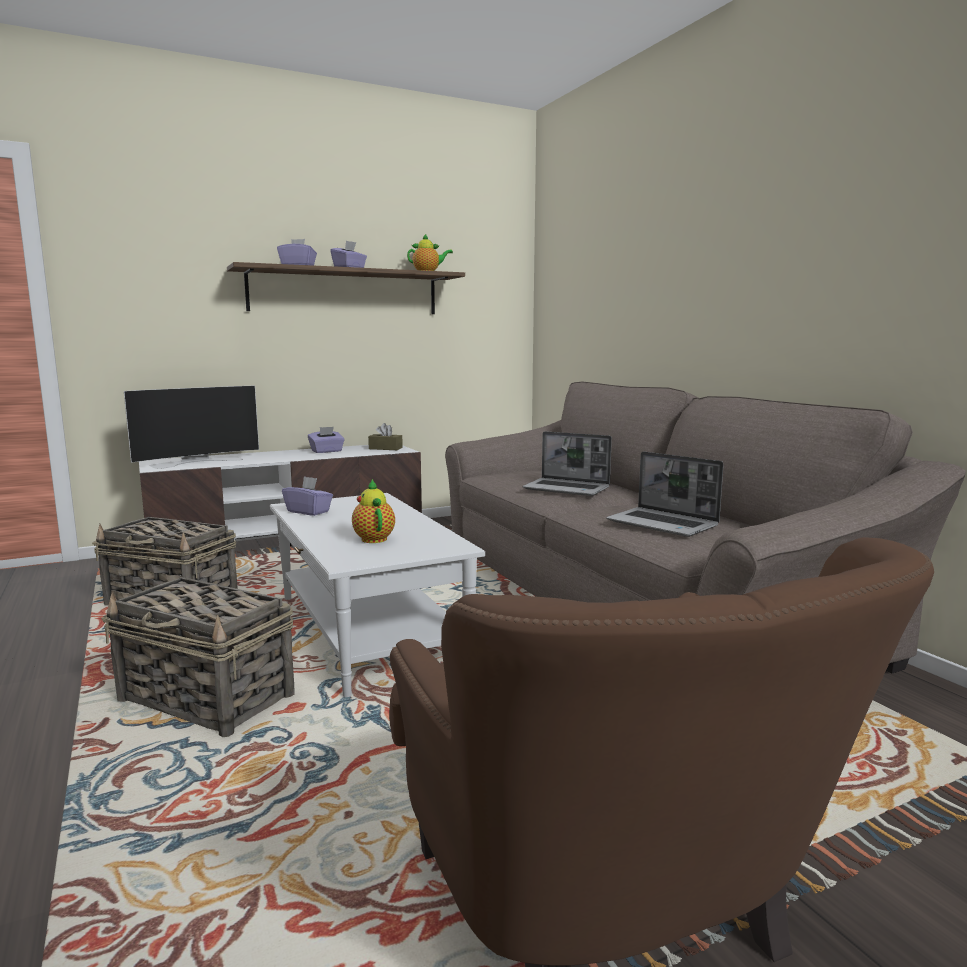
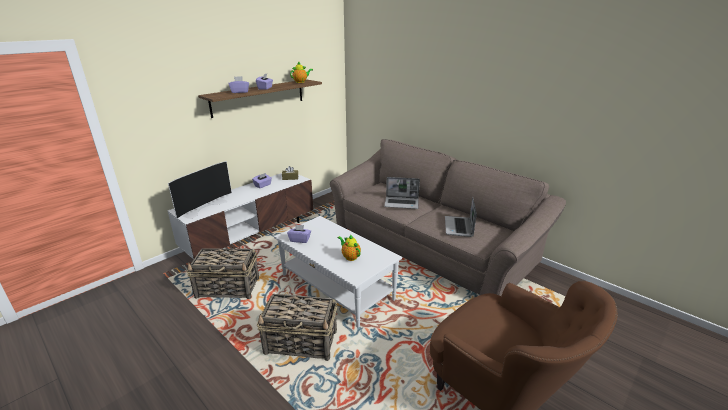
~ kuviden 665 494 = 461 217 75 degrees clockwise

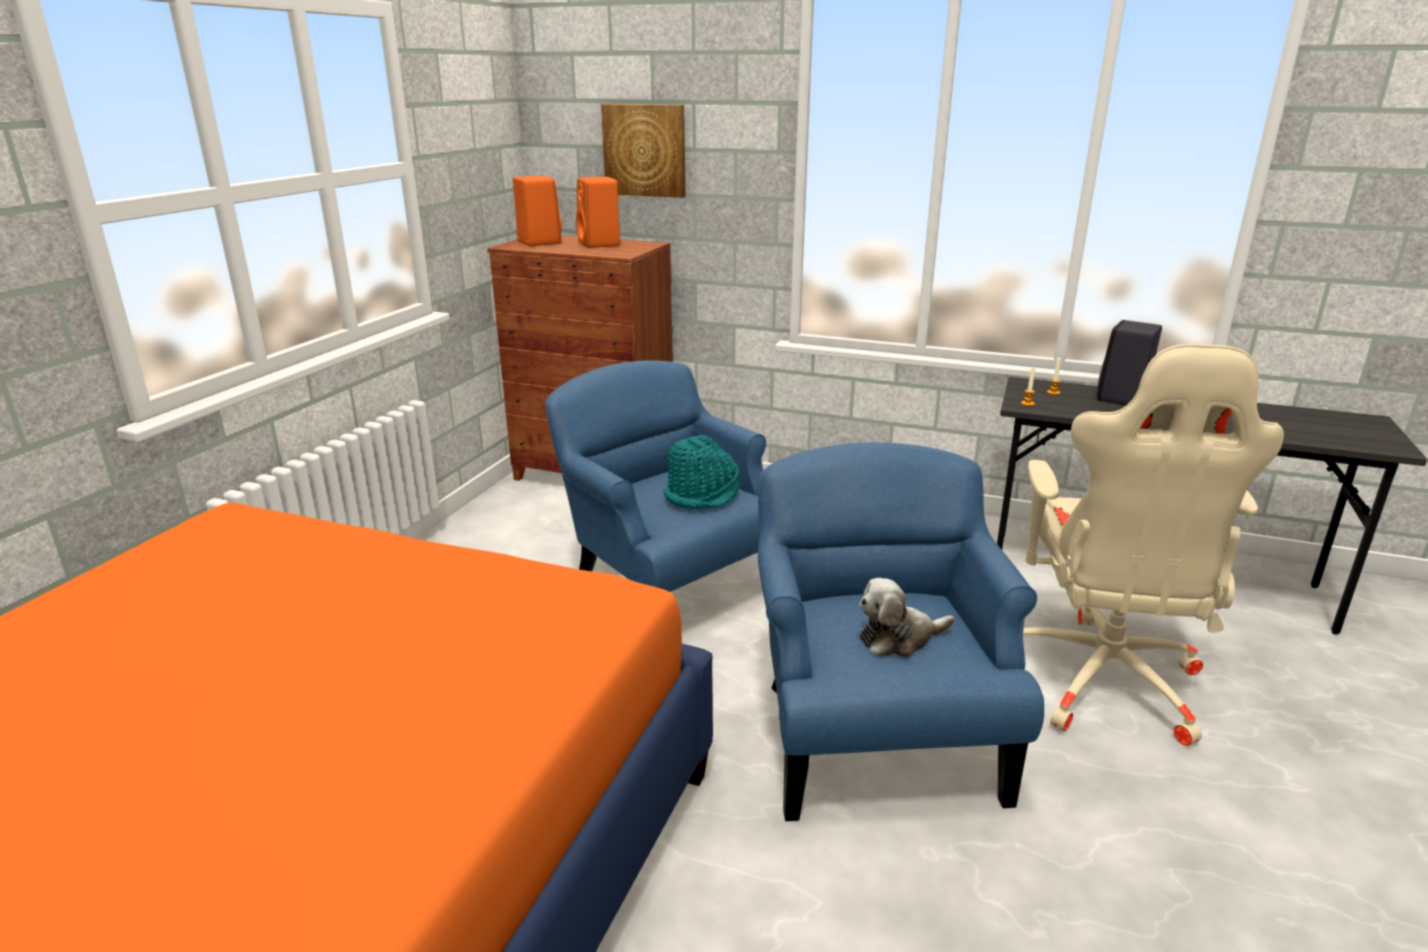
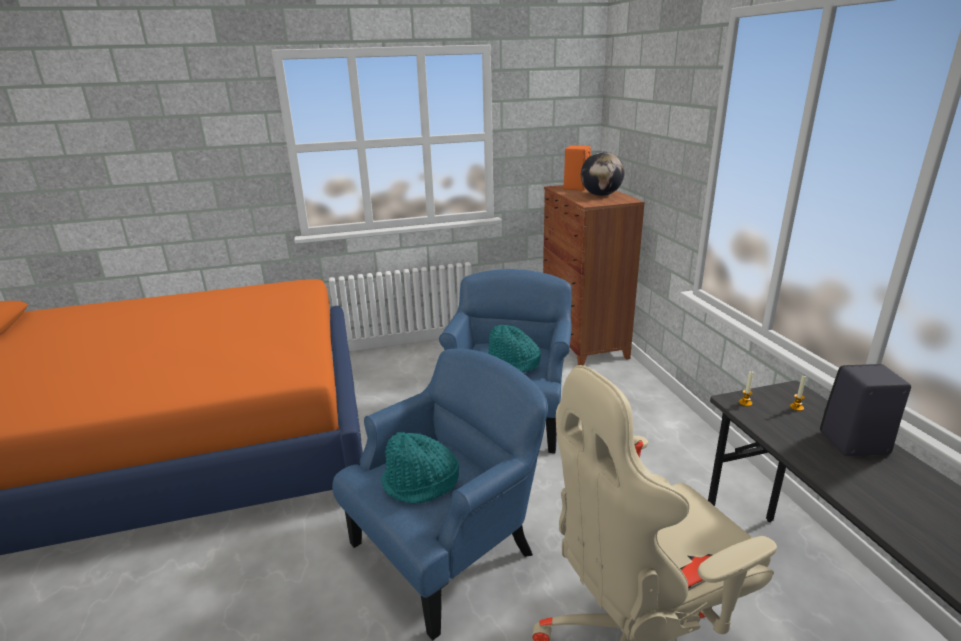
- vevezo 643 151
~ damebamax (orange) 598 212 to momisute 602 174
~ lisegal 906 617 to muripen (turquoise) 420 468

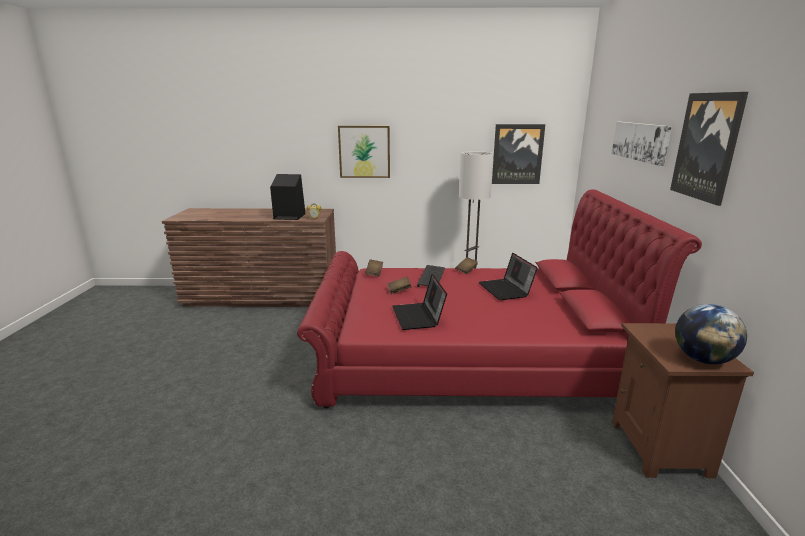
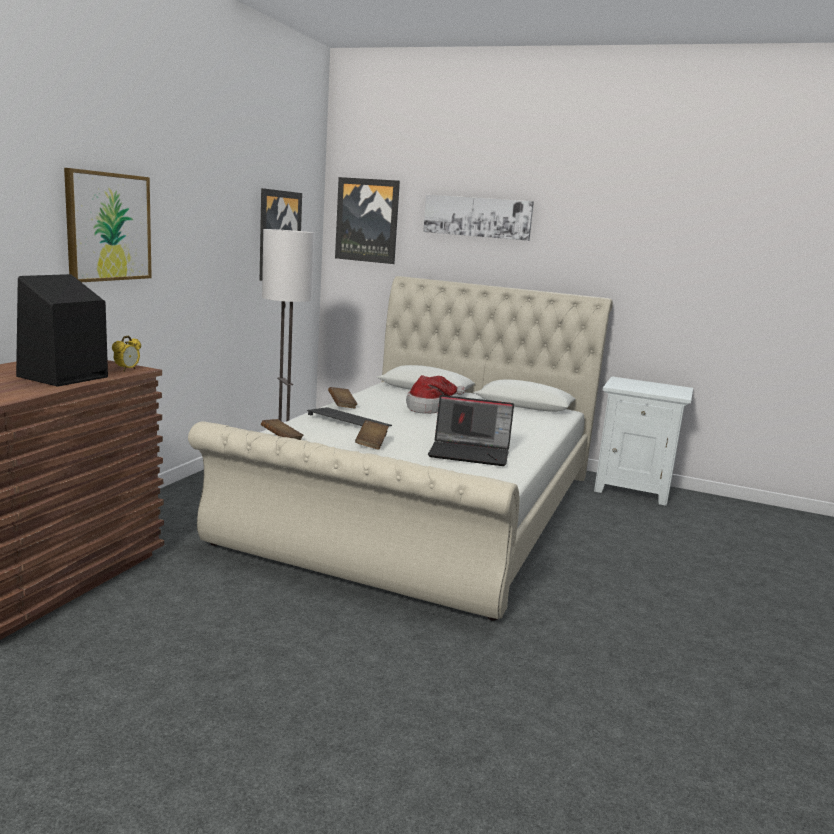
~ vevezo 709 149 to 367 220
~ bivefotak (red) 499 298 to bivefotak (beige) 400 448
~ kuviden 508 276 to muripen 435 394
- momisute 711 334
~ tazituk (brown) 683 400 to tazituk (white) 643 441

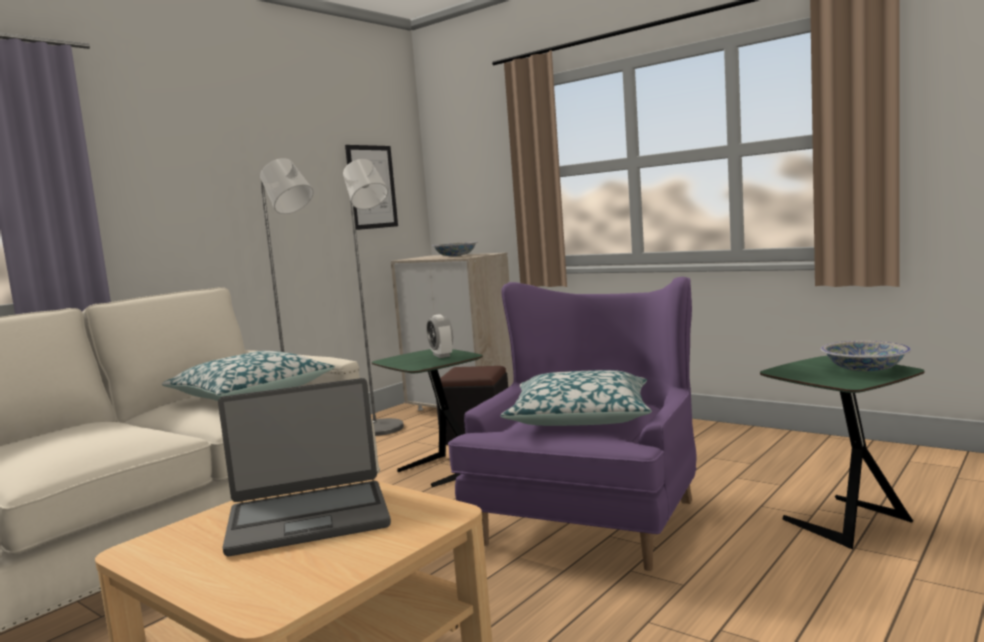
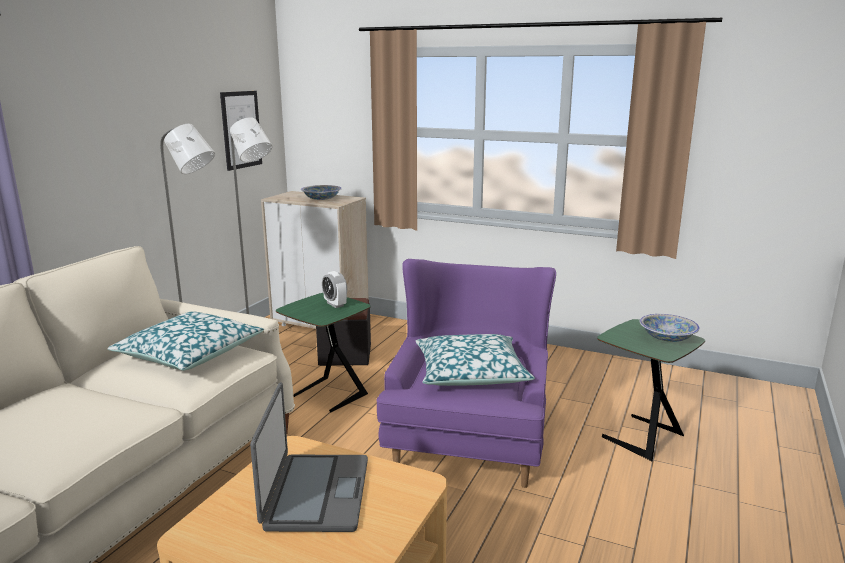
~ kuviden 304 467 = 309 457 60 degrees counterclockwise

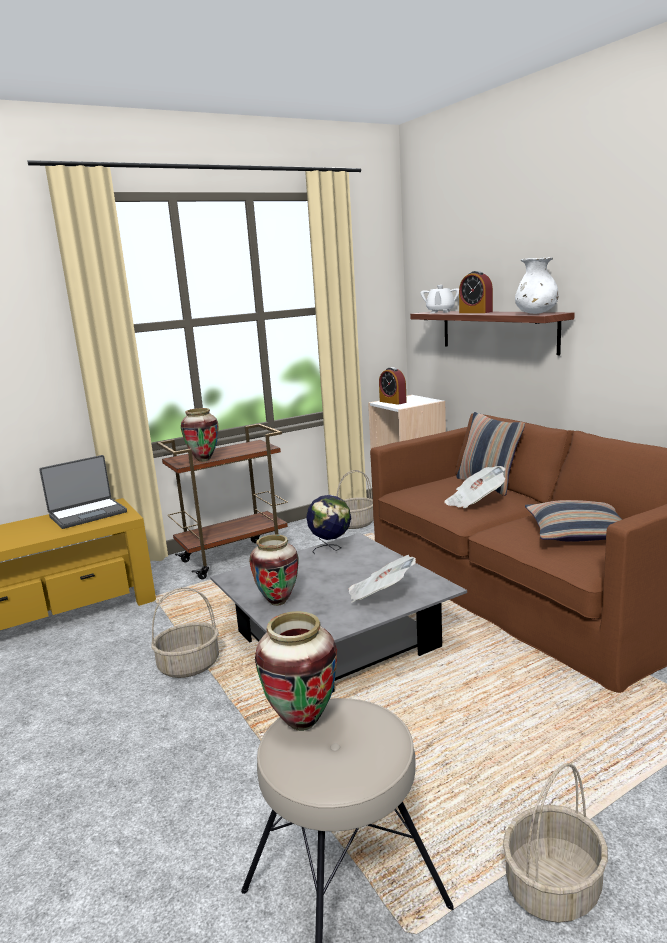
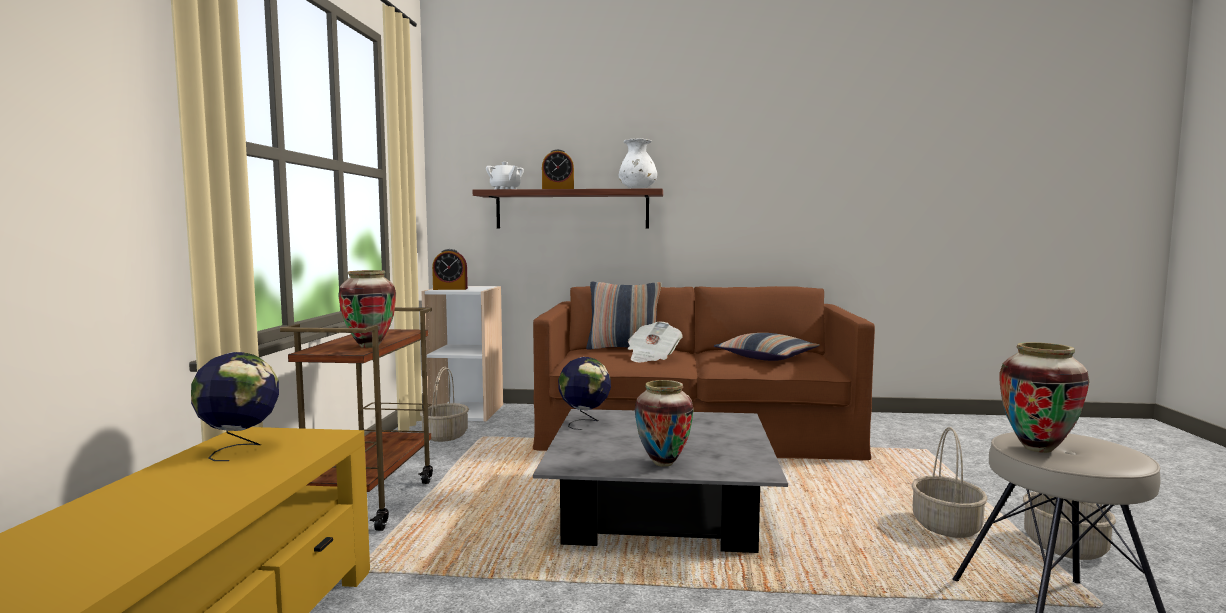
~ kuviden 83 492 to momisute 235 406
- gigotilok 382 579
~ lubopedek 185 633 to 949 482

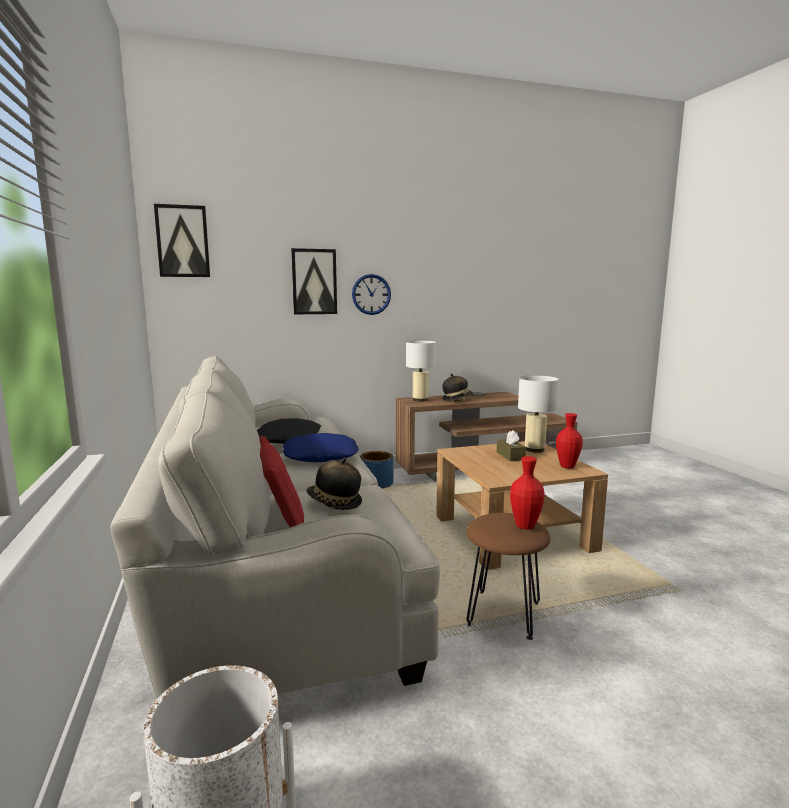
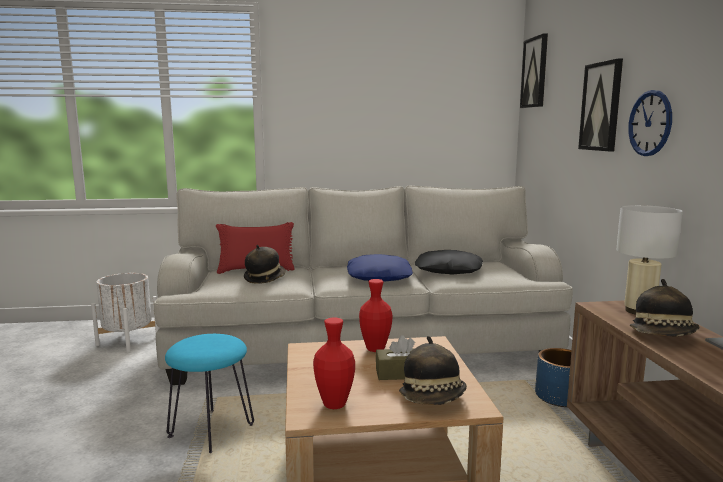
~ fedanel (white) 538 414 to muripen 433 370
~ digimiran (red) 527 493 to 375 315
~ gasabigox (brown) 508 576 to gasabigox (turquoise) 209 393

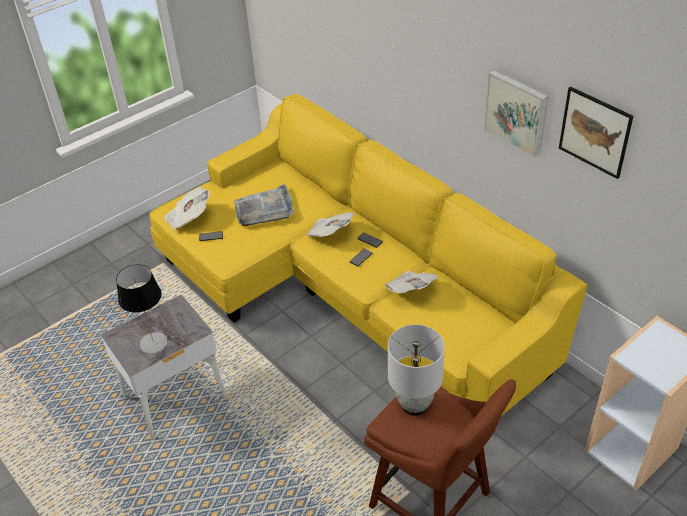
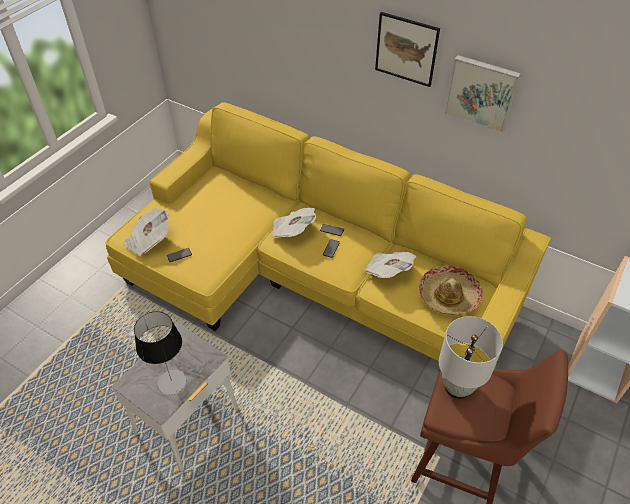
~ vevezo 596 133 to 407 49
- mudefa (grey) 264 205
+ muripen 451 290

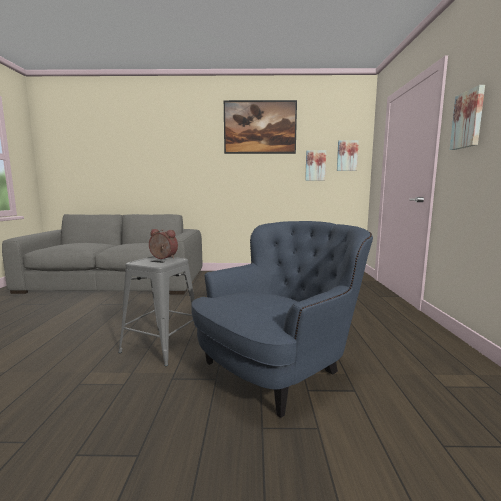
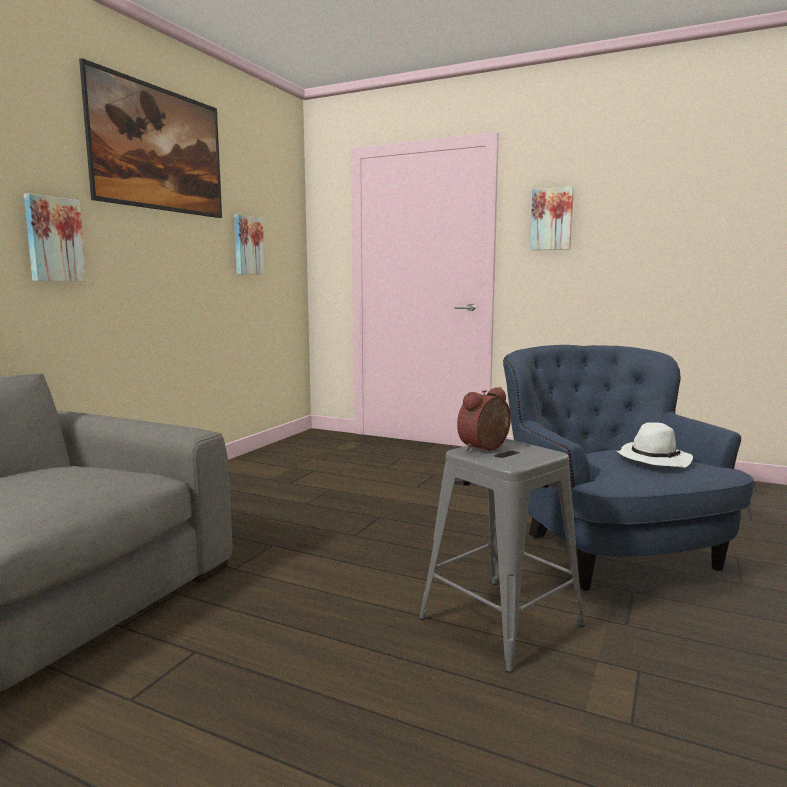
~ vevezo 348 155 to 55 237
+ muripen (white) 654 445

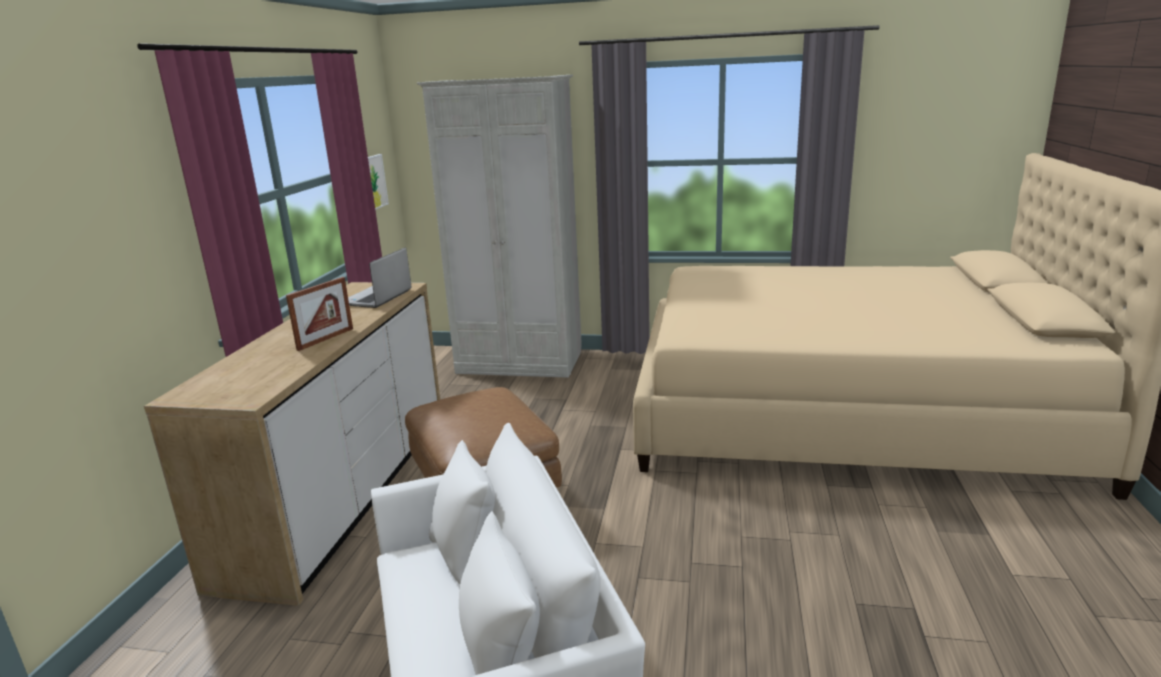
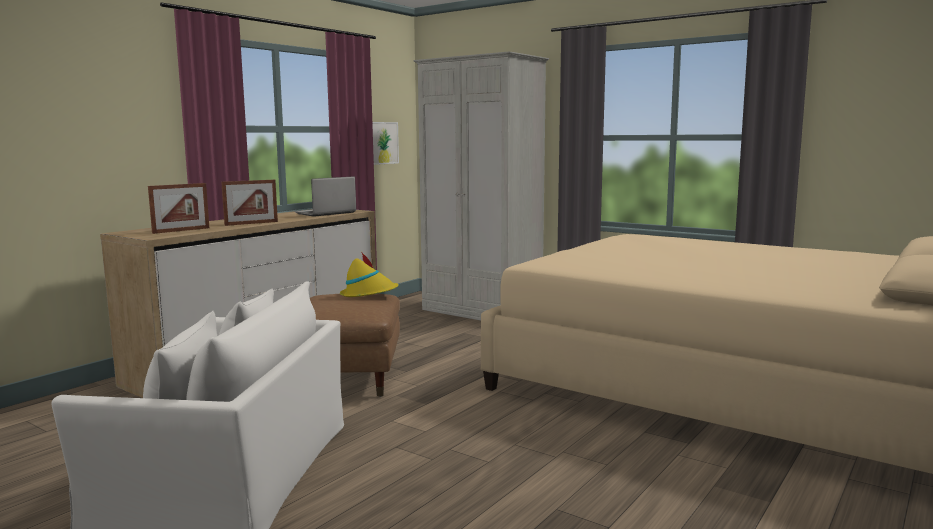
+ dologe 178 208
+ muripen (yellow) 369 275

